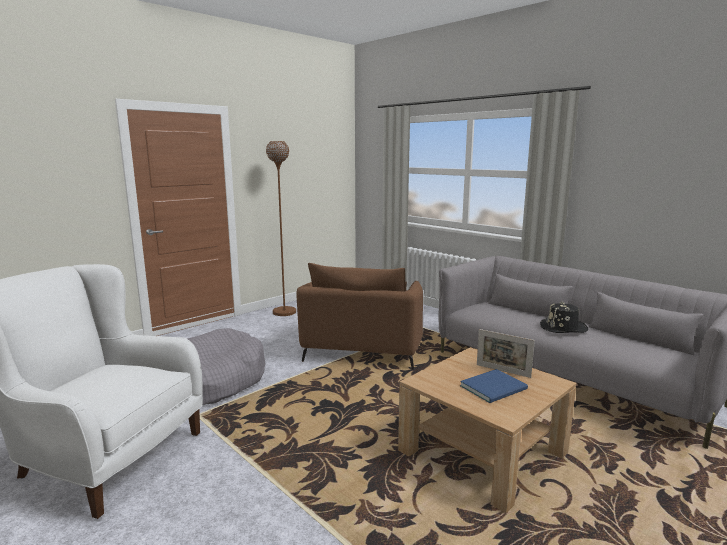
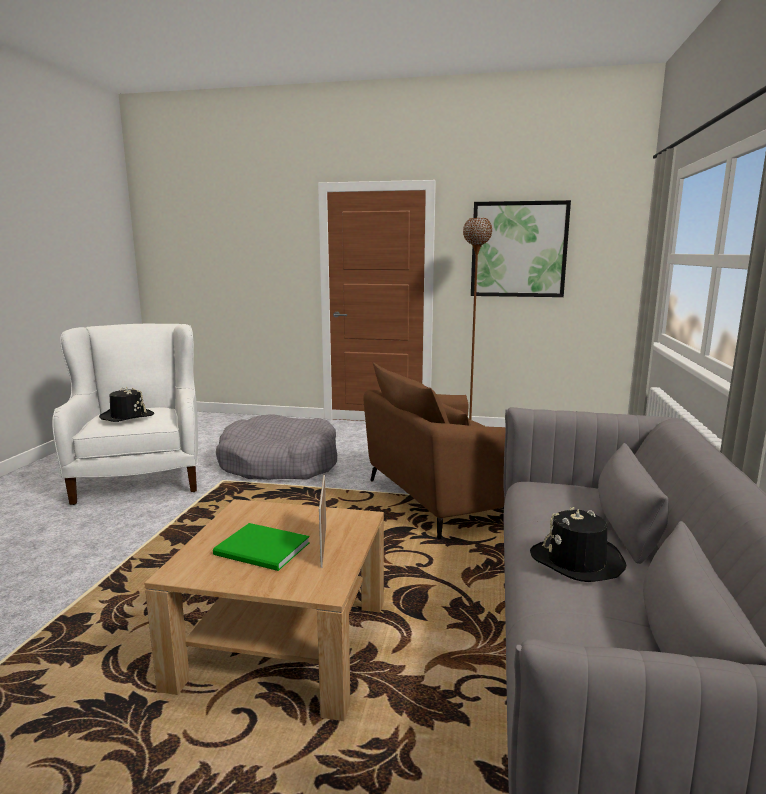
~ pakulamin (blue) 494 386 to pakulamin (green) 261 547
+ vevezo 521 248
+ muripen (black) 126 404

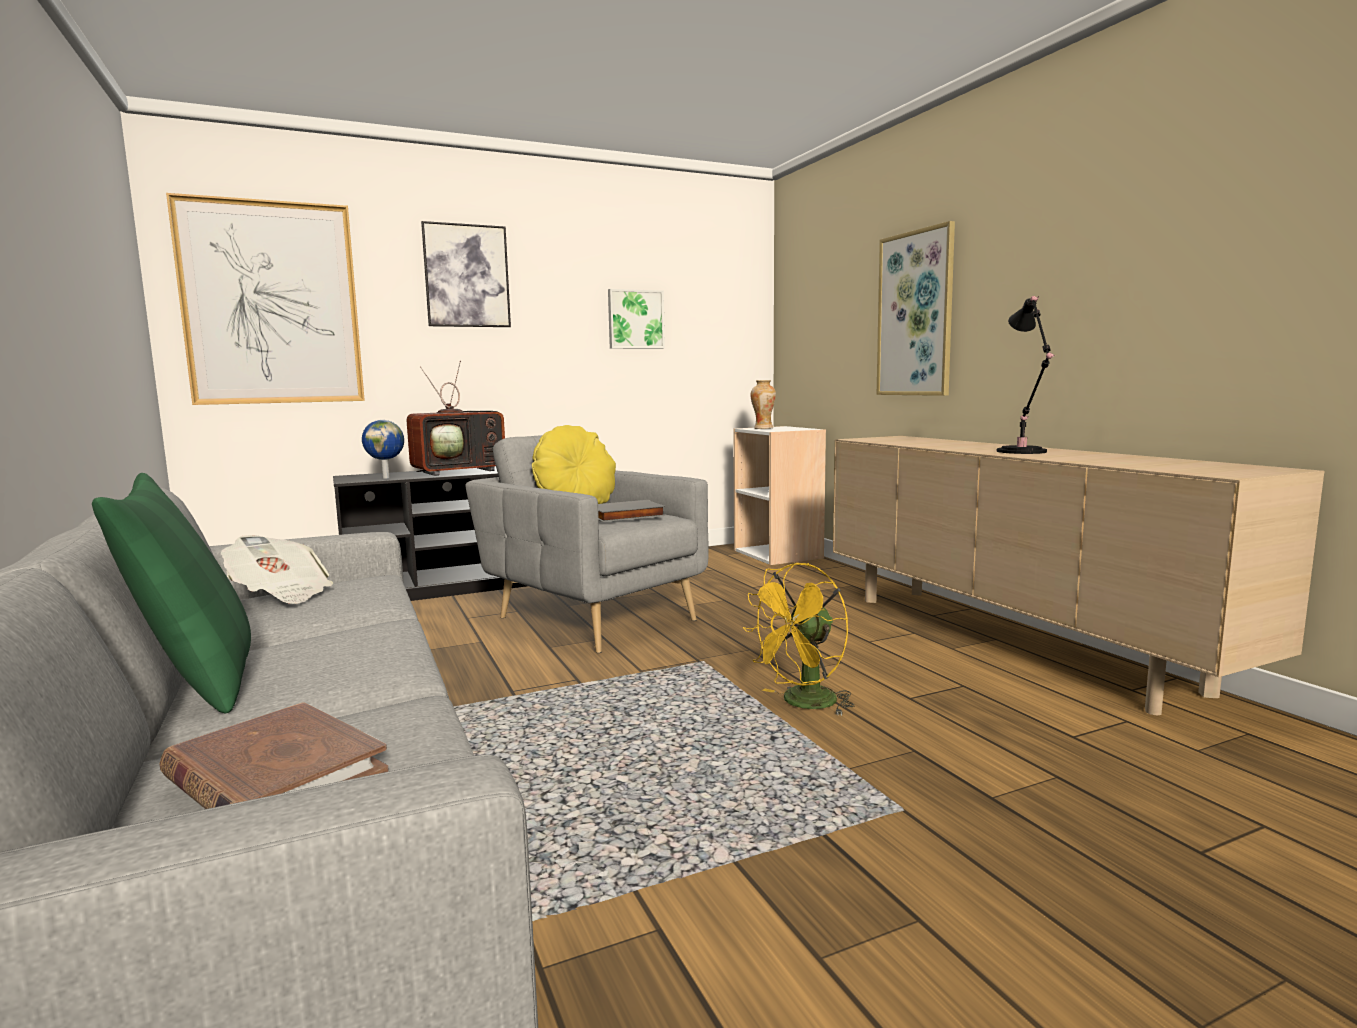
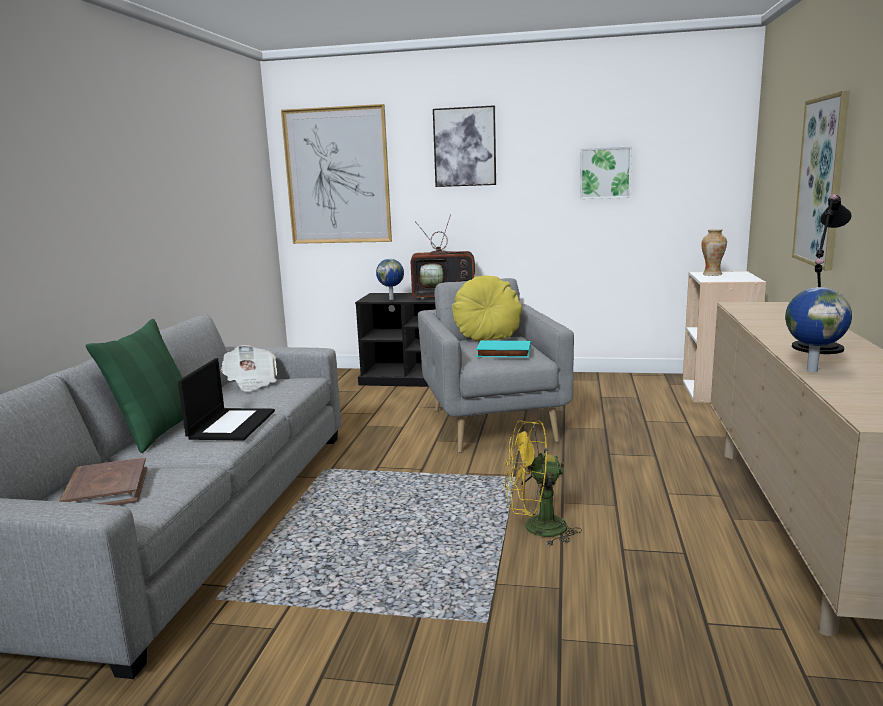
~ pakulamin (grey) 632 511 to pakulamin (turquoise) 503 349
+ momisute 818 329
+ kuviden 226 399

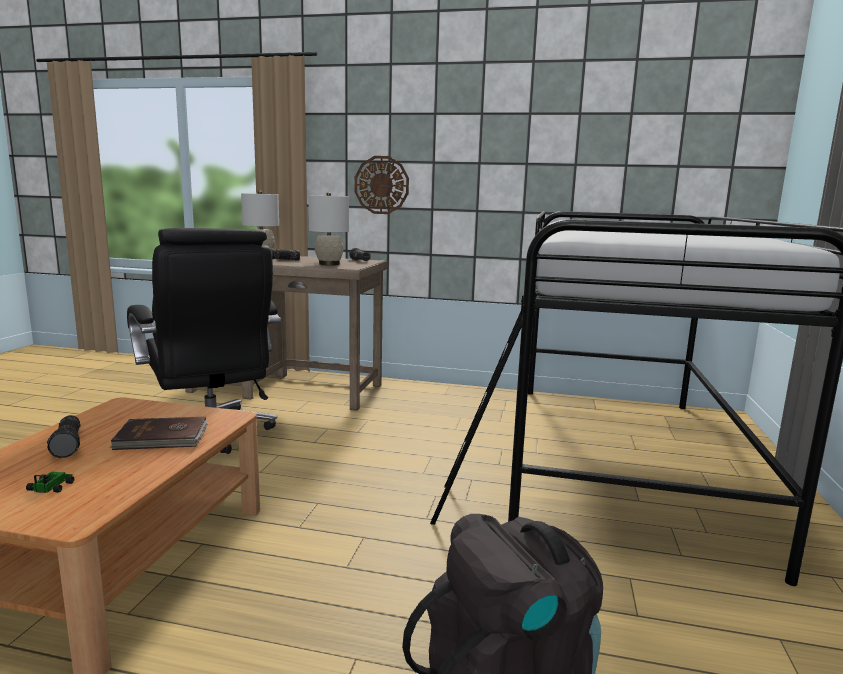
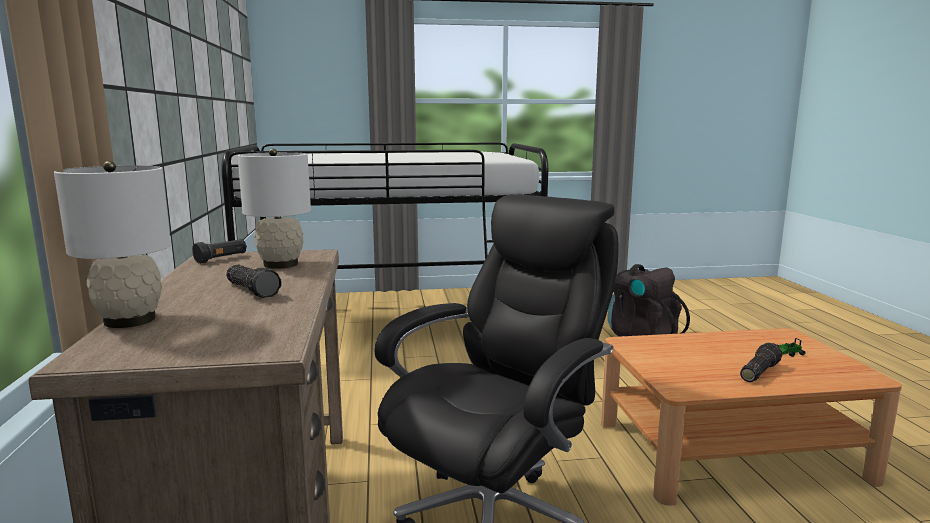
- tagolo 381 185
- pakulamin (brown) 159 433

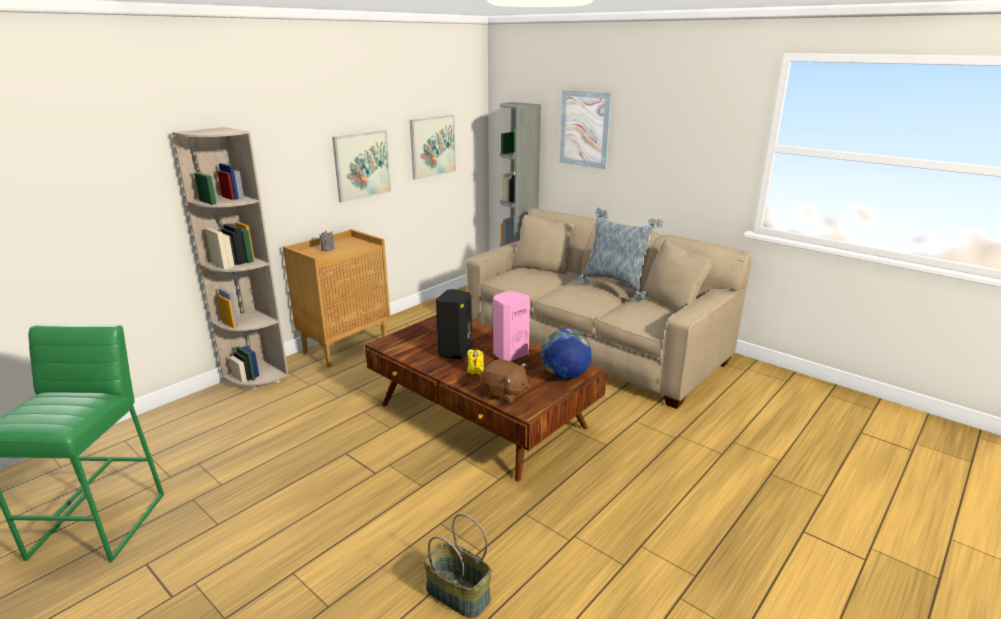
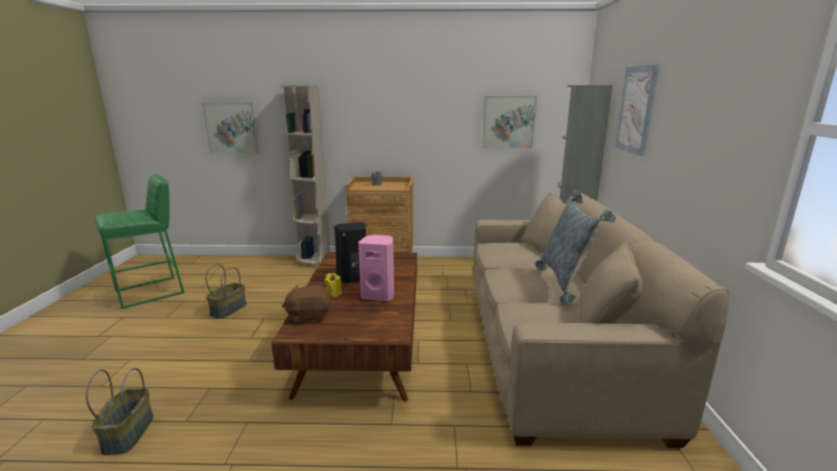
~ vevezo 361 166 to 230 128
- momisute 566 354
~ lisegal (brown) 505 381 = 307 304 90 degrees clockwise
+ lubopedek 226 291

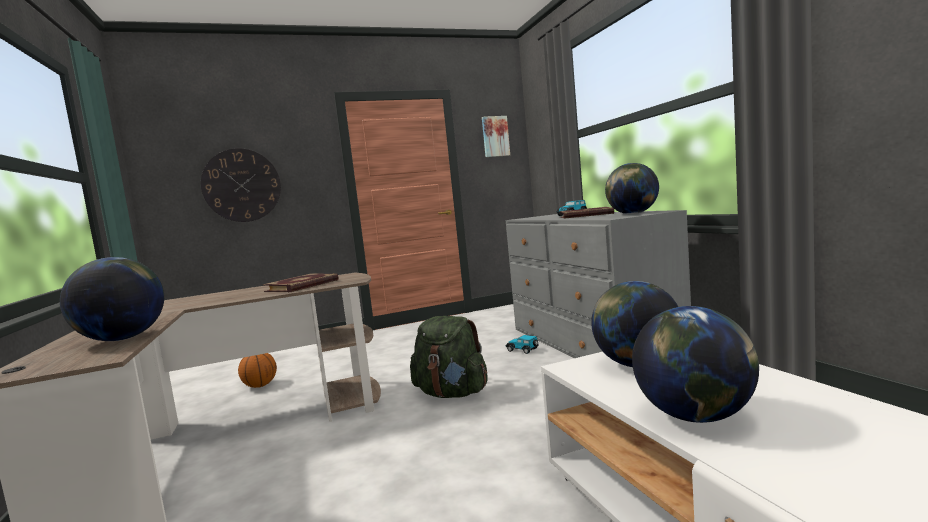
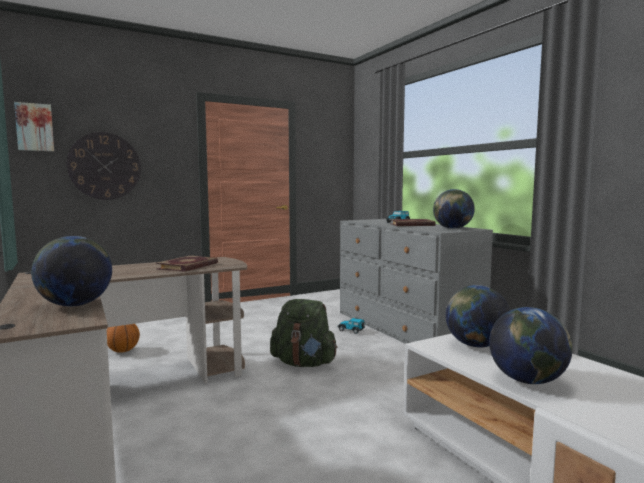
~ vevezo 496 136 to 34 126

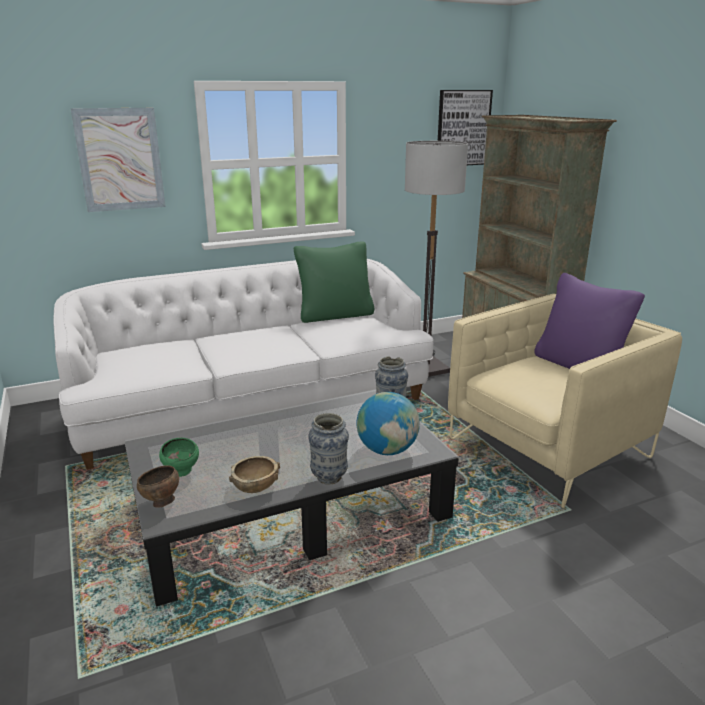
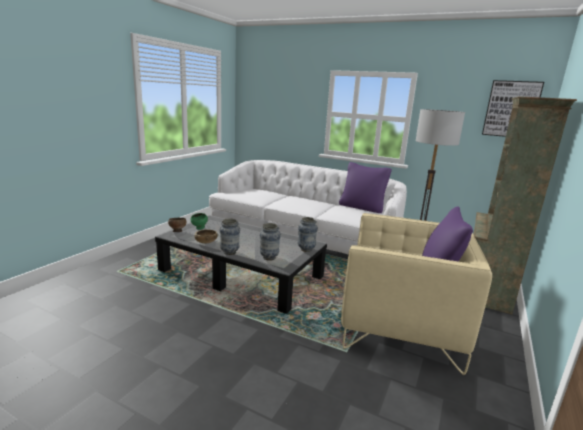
- vevezo 118 160
~ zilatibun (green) 334 282 to zilatibun (purple) 365 187
~ momisute 388 423 to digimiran 270 242

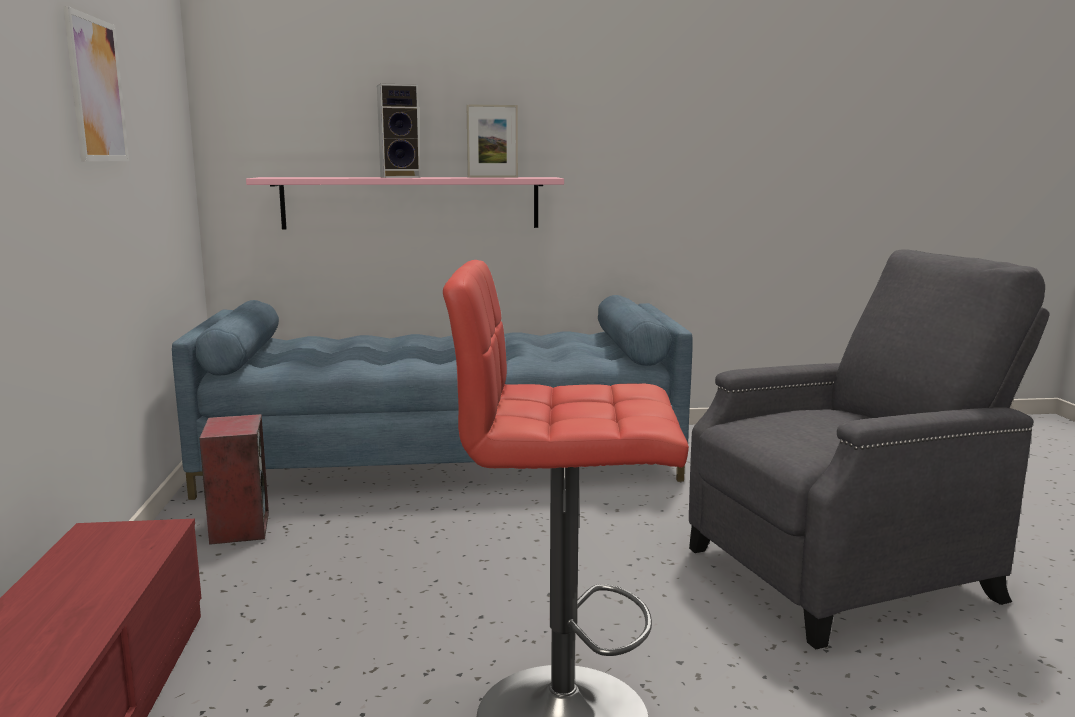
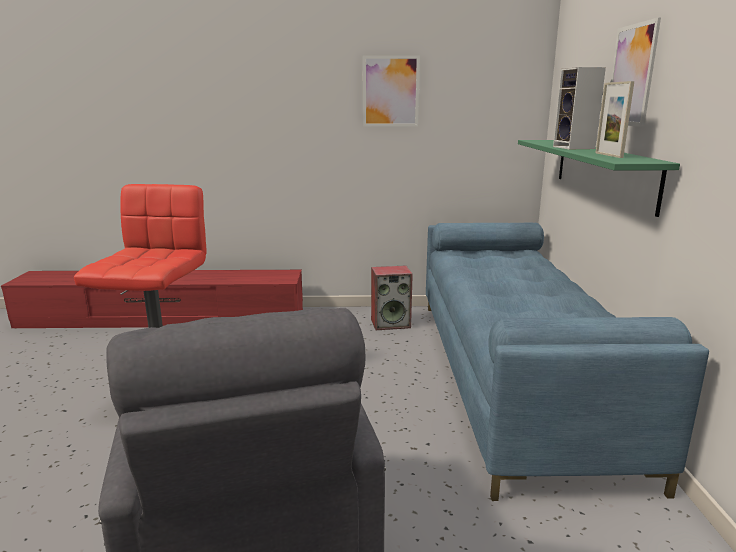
~ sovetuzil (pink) 405 203 to sovetuzil (green) 599 178
+ vevezo 636 72

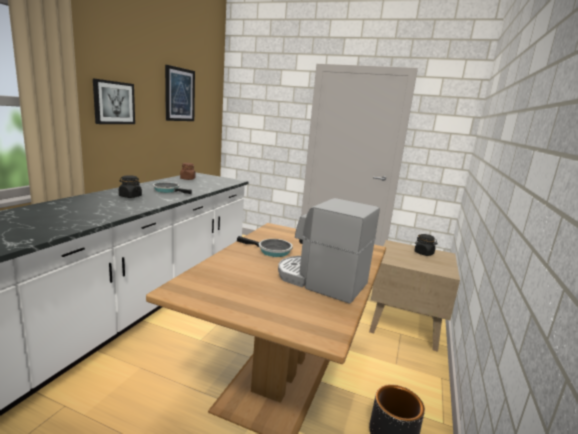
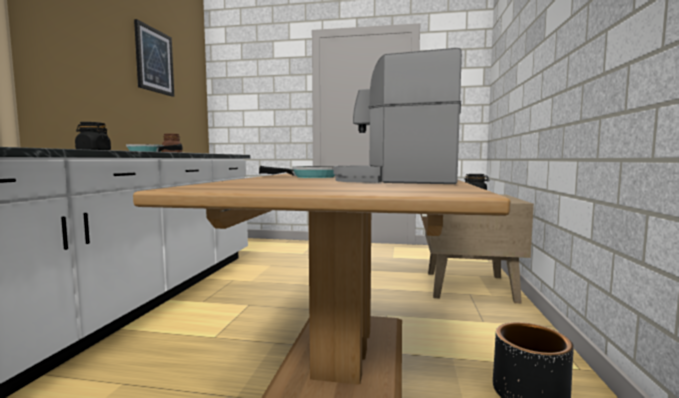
- vevezo 114 101

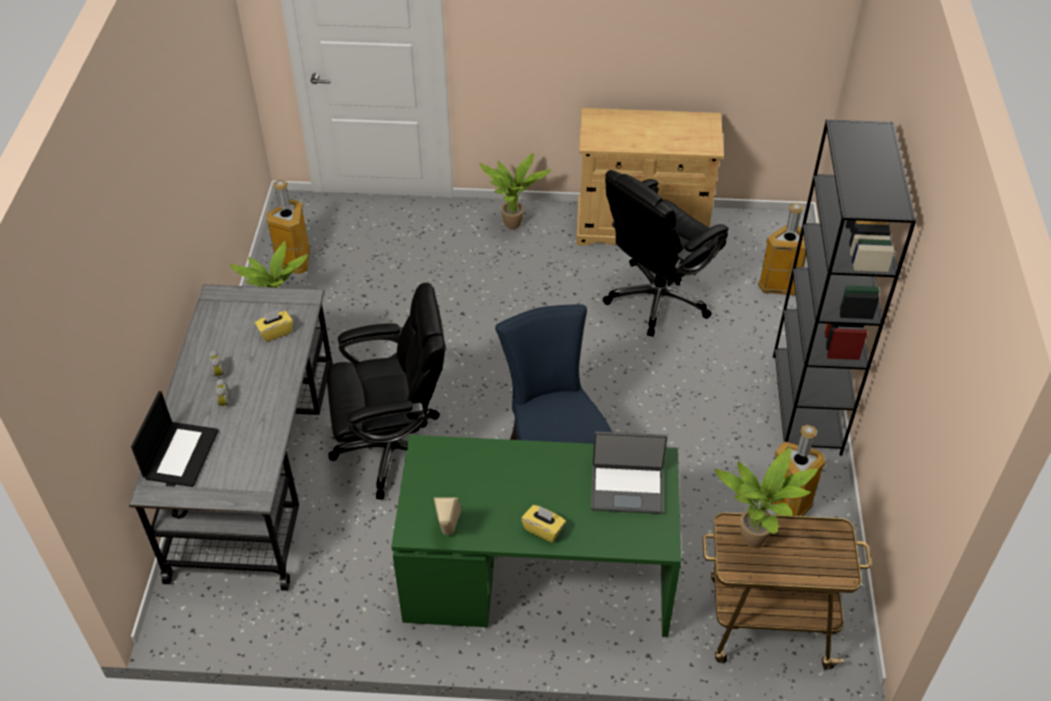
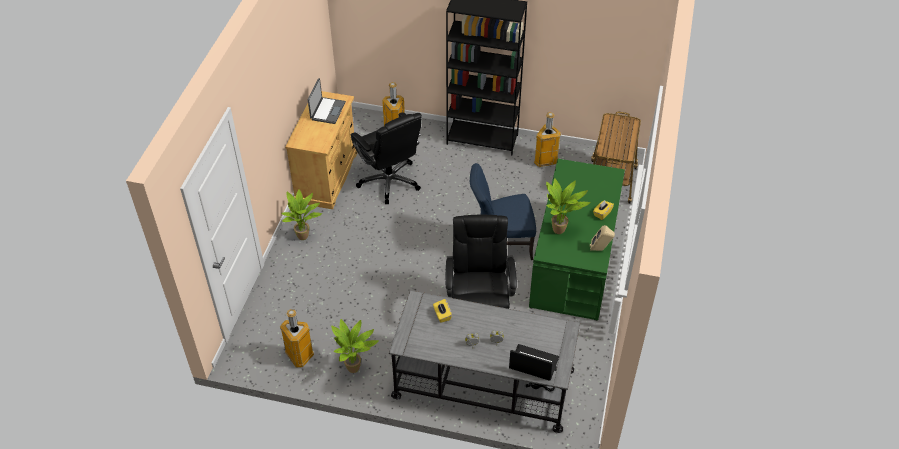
~ kuviden 629 473 to 327 101
~ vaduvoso 766 497 to 568 206

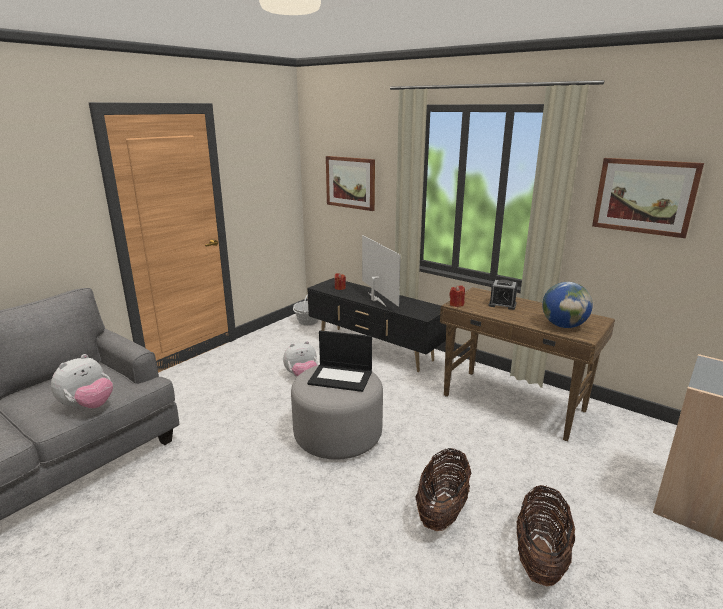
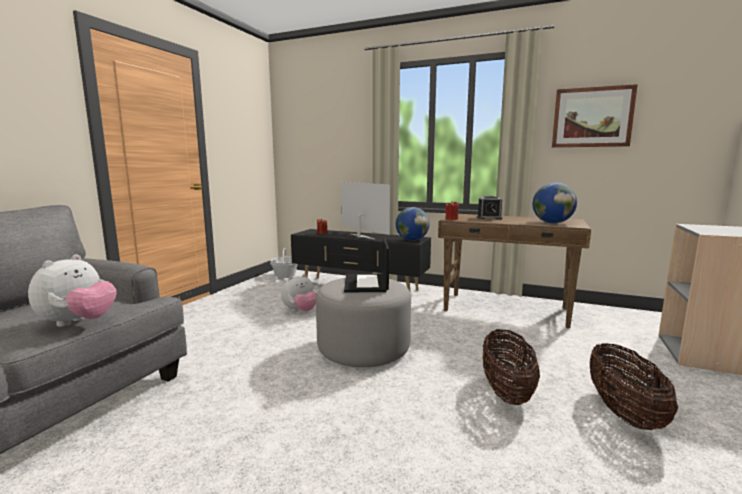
- vevezo 350 183
~ kuviden 339 361 = 366 265 90 degrees clockwise
+ momisute 413 224

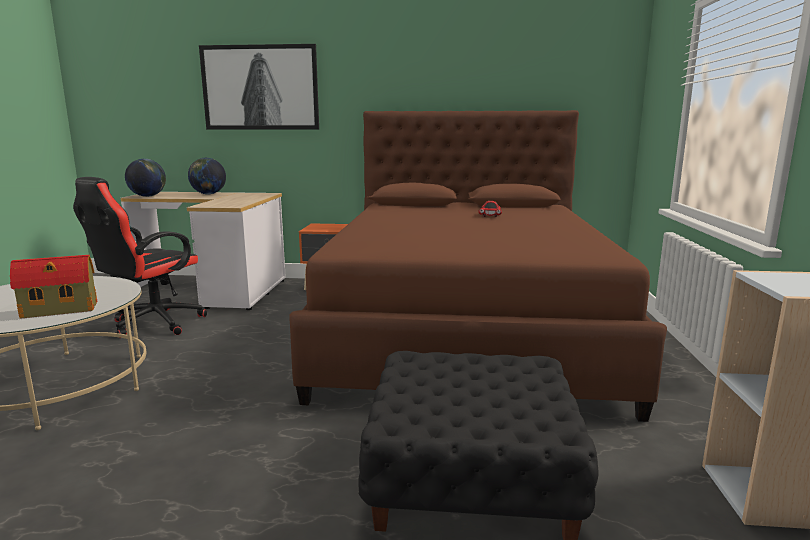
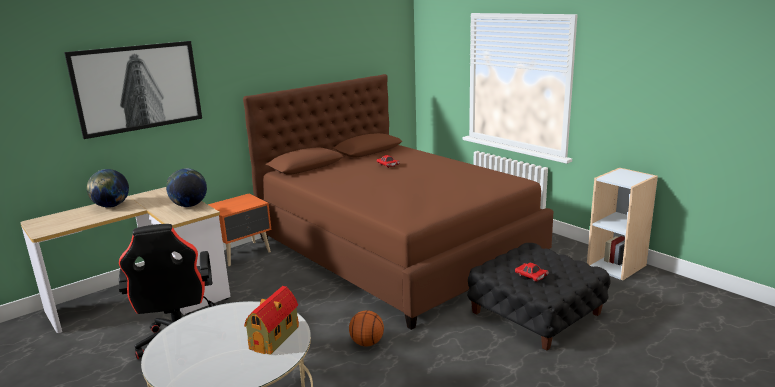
~ momisute 145 178 to 186 187
+ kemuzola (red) 532 272
+ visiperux 366 328

